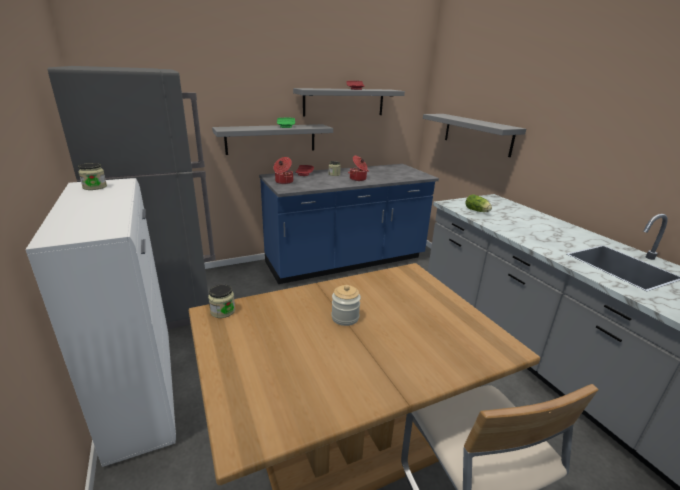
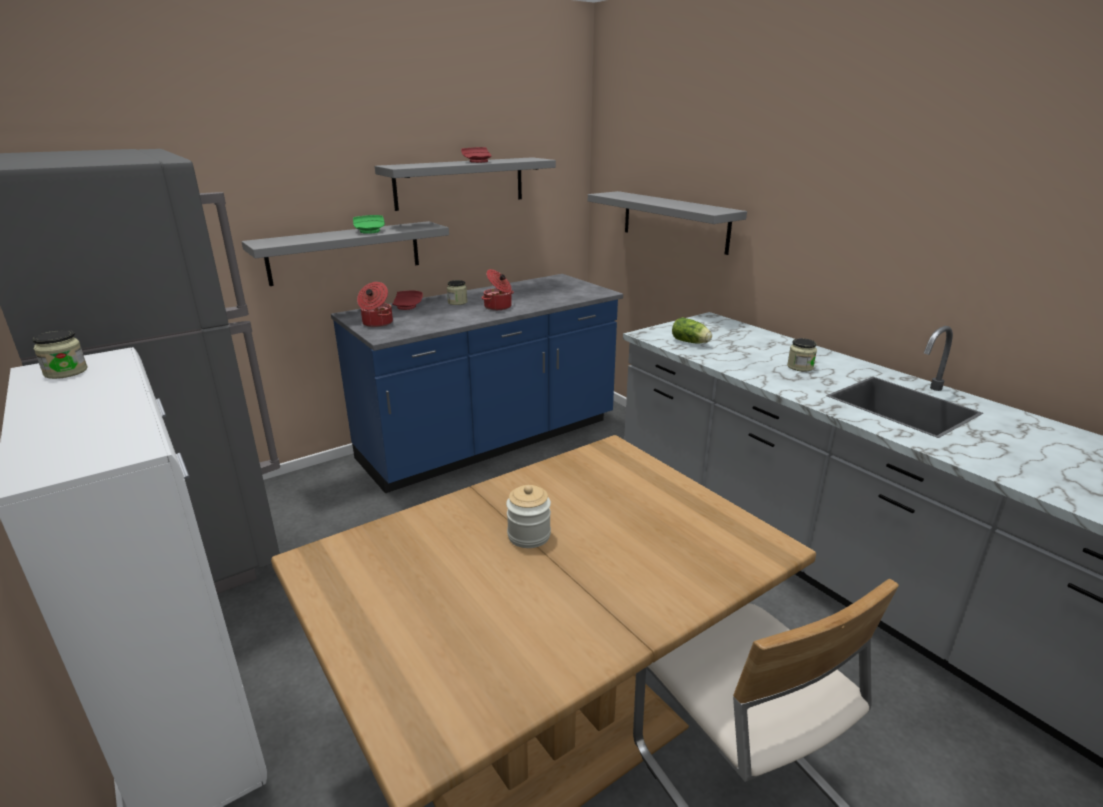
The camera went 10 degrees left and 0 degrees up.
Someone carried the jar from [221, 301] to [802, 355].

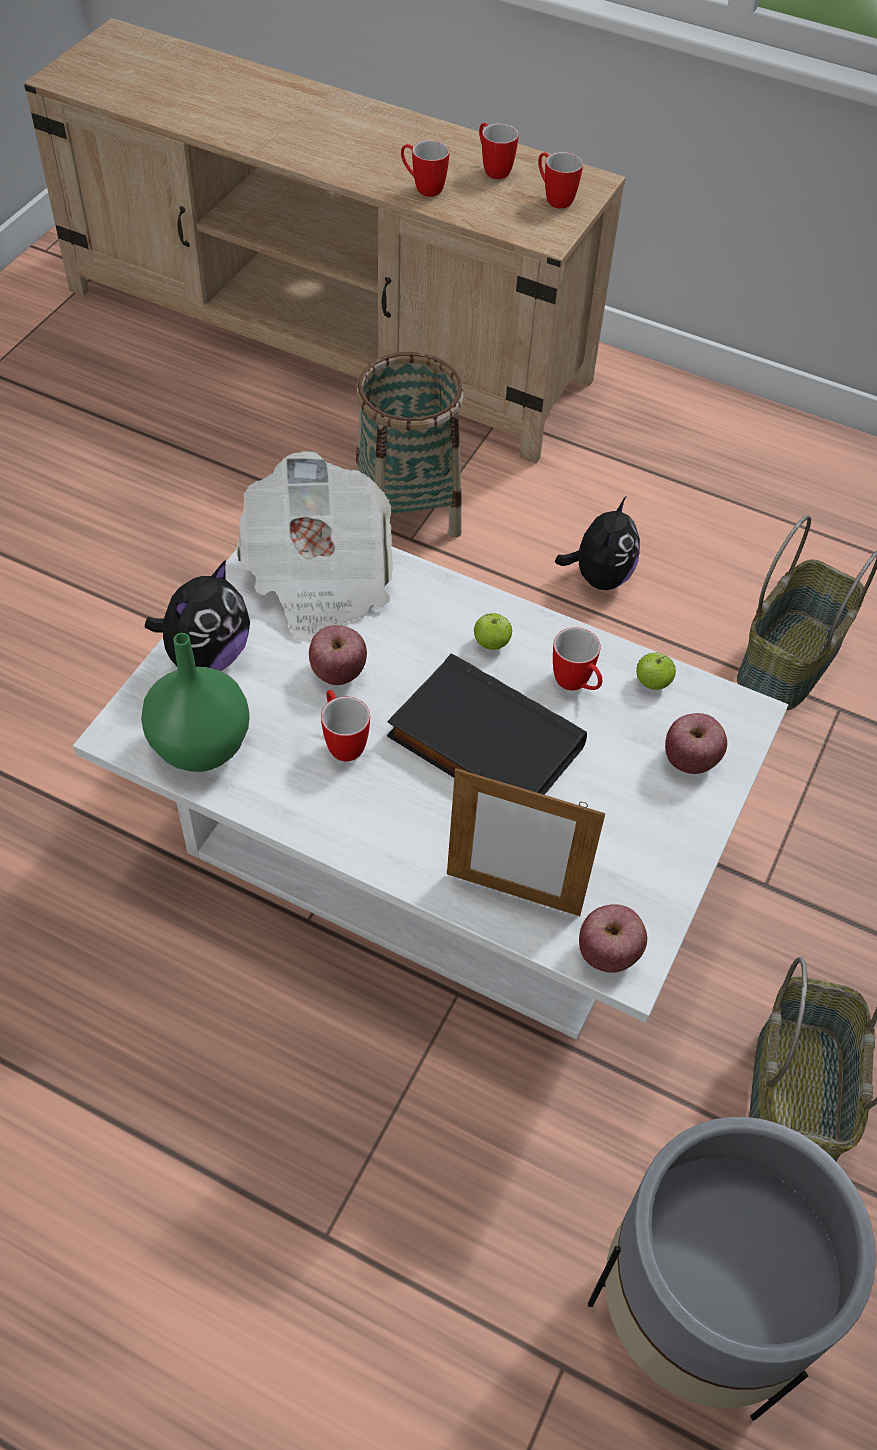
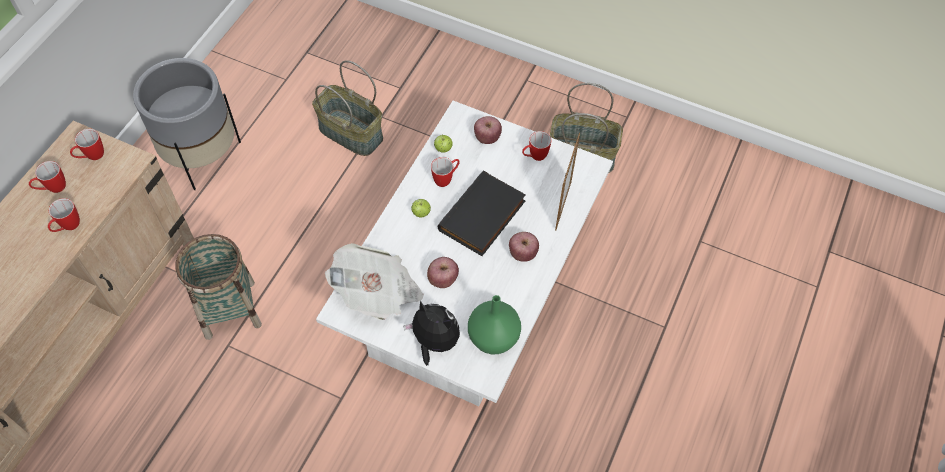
The camera went 90 degrees left and 5 degrees up.
Someone carried the tea_mug from [345, 725] to [537, 146].
Someone took away the plush_toy at [597, 543].
Someone carried the whole_apple from [613, 938] to [524, 247].
Someone carried the greyish_flower_pot from [732, 1269] to [187, 124].

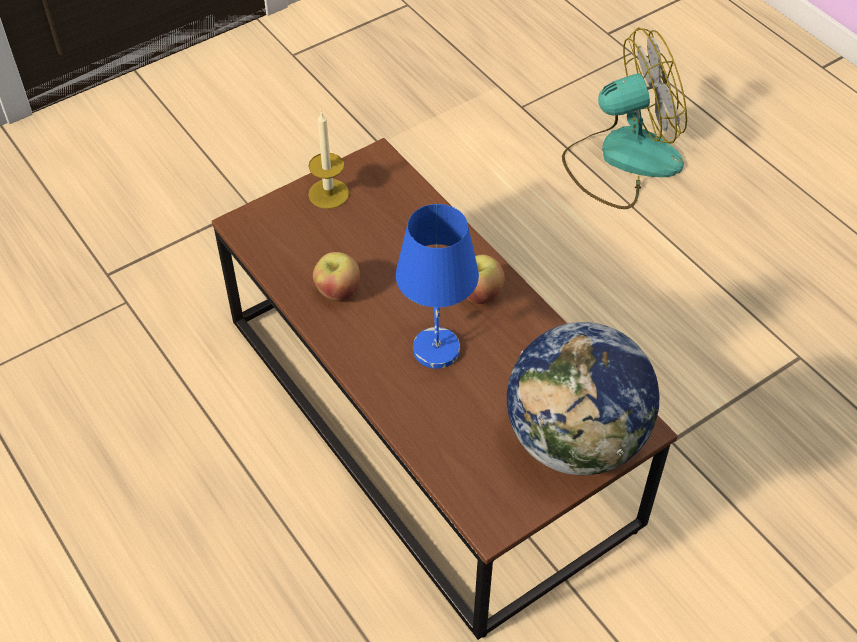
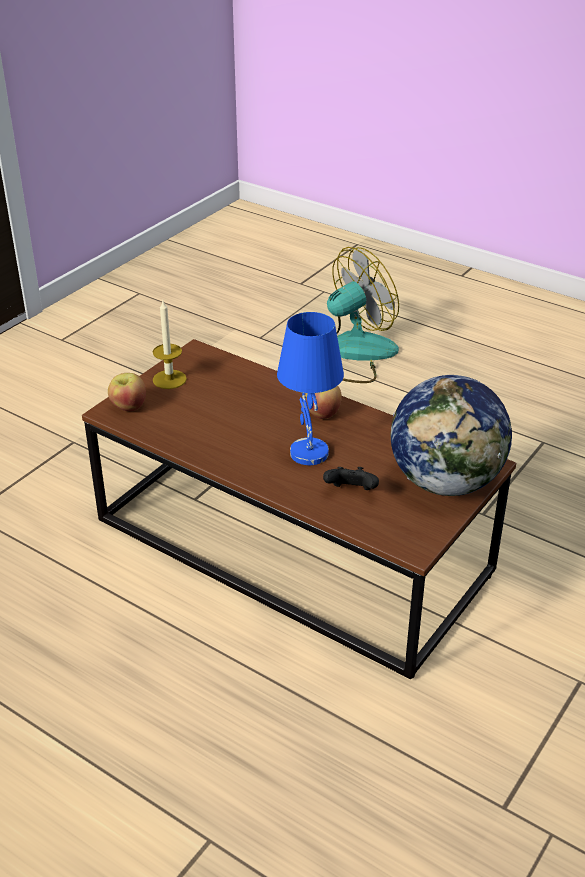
The camera went 20 degrees left and 15 degrees down.
Someone carried the whole_apple from [336, 276] to [127, 392].
Someone put down the black-coloured_gamepad at [351, 478].

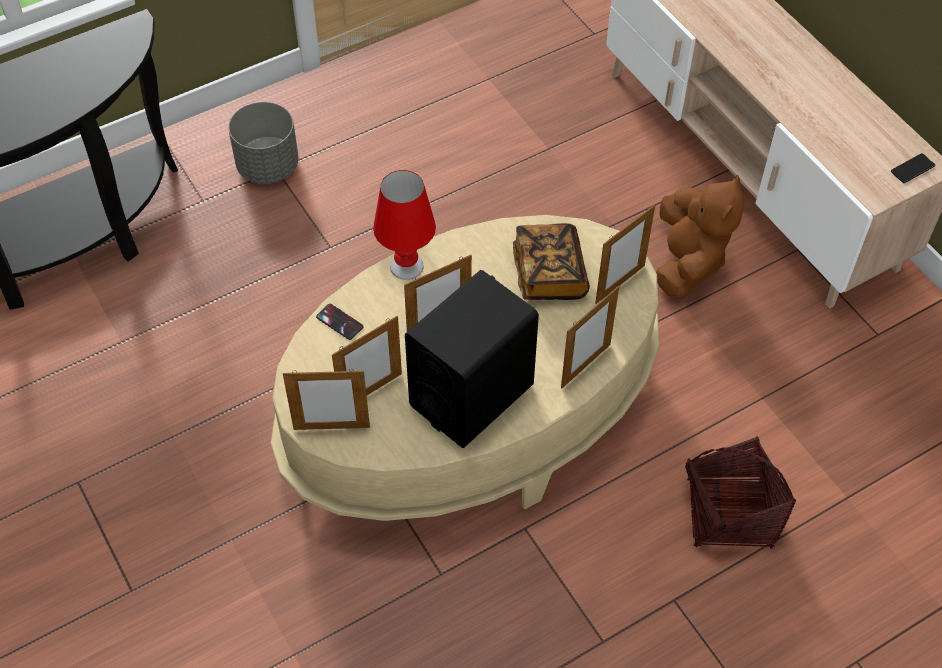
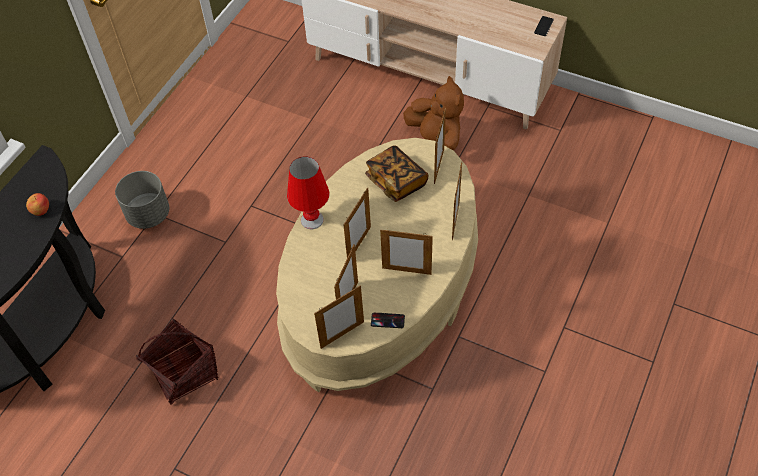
The camera went 30 degrees left and 0 degrees up.
Someone carried the handset from [340, 322] to [388, 320].
Someone swapped the black-coloured_speaker at [472, 359] for the picture_frame at [406, 252].
Someone carried the household_basket from [740, 492] to [177, 362].
Someone put down the whole_apple at [37, 204].

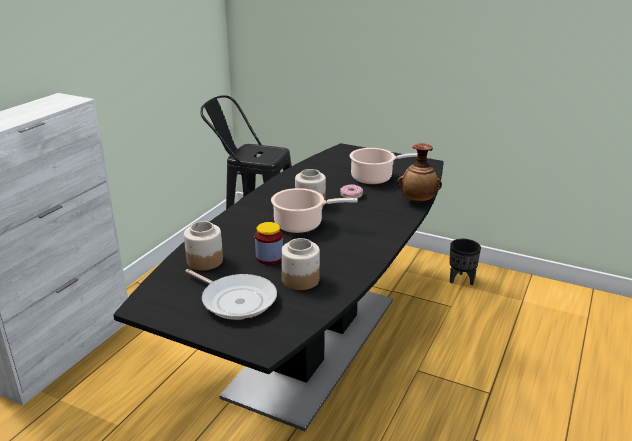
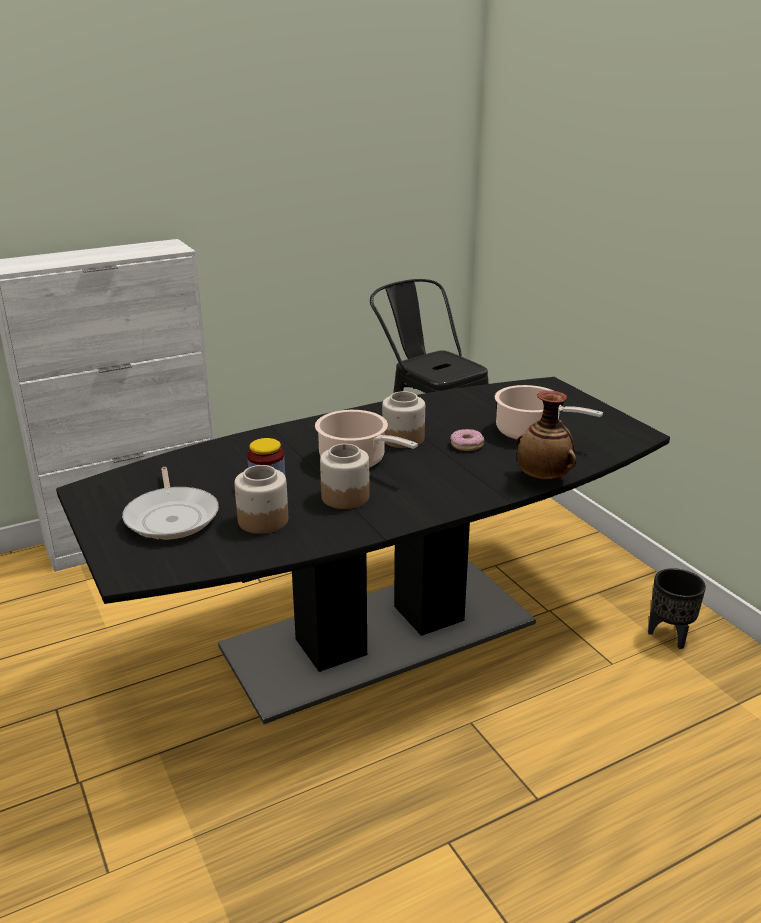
The camera went 35 degrees right and 0 degrees up.
Someone carried the jar from [203, 245] to [345, 476].

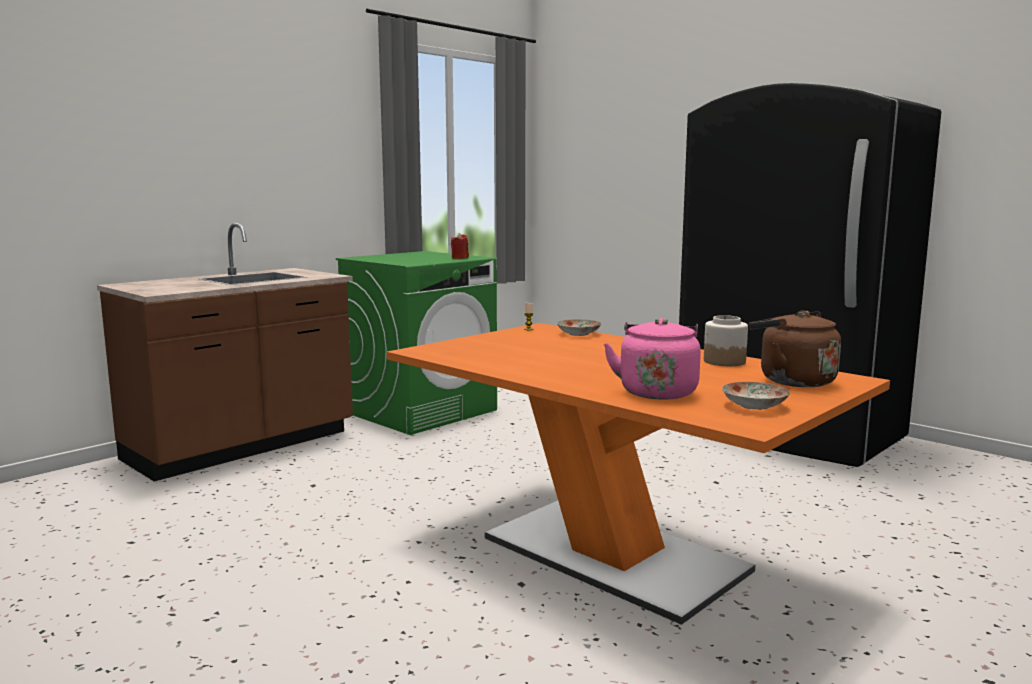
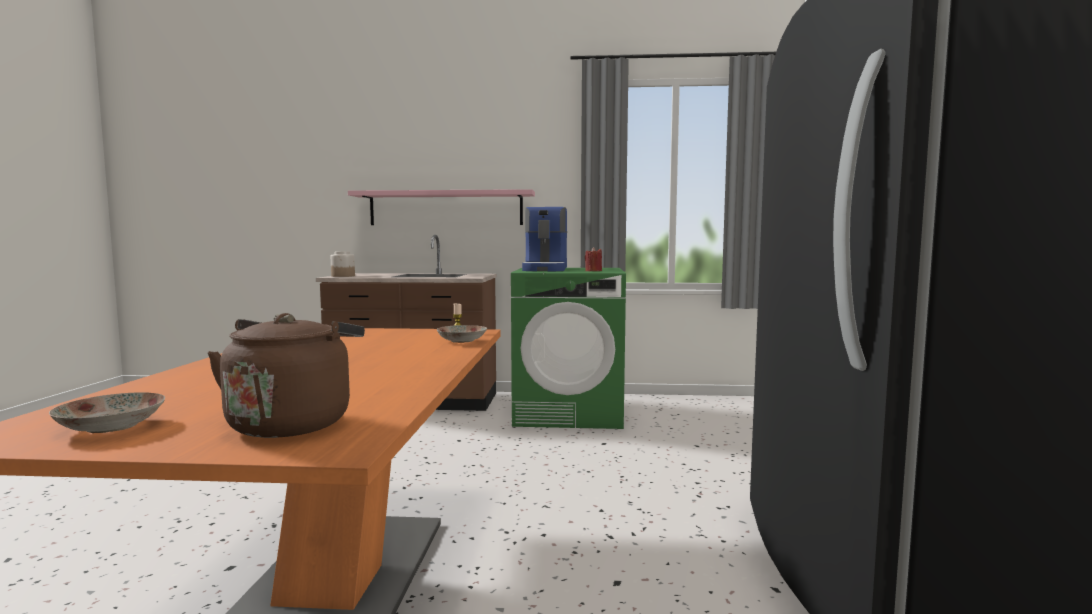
The camera went 50 degrees right and 5 degrees down.
Someone took away the pinkish_water_kettle at [652, 359].
Someone carried the jar from [726, 340] to [343, 264].
Someone put up the pinkish_wall_shelf at [441, 207].
Someone put down the coffee_machine at [544, 239].

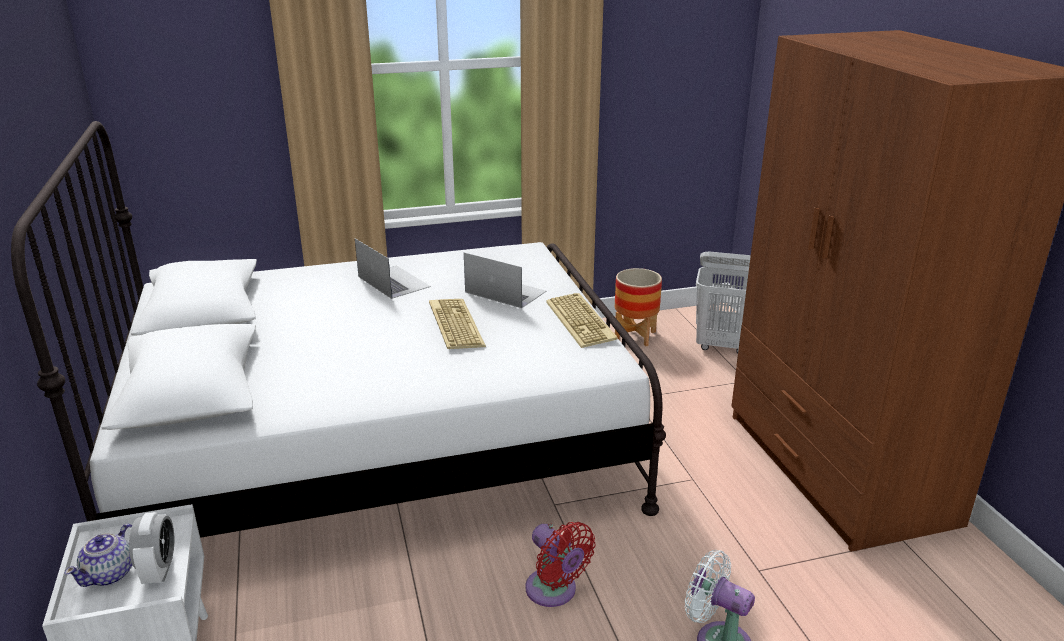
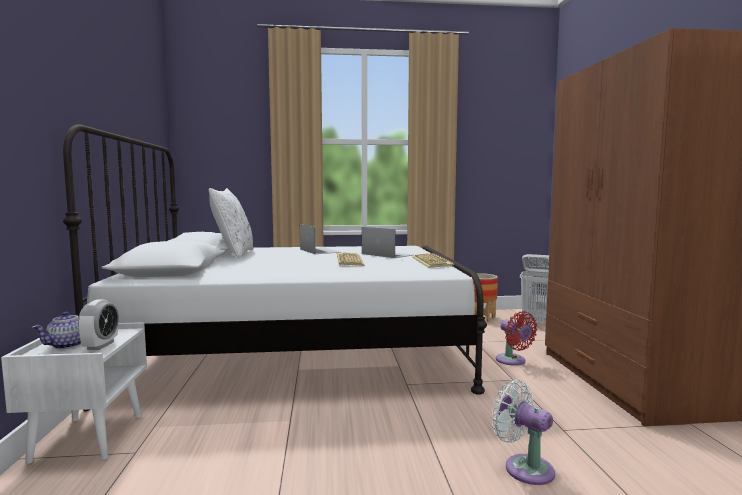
The camera went 10 degrees right and 20 degrees down.
Someone carried the reddish_electric_fan from [560, 564] to [517, 338].
Someone put down the white_pillow at [231, 223].

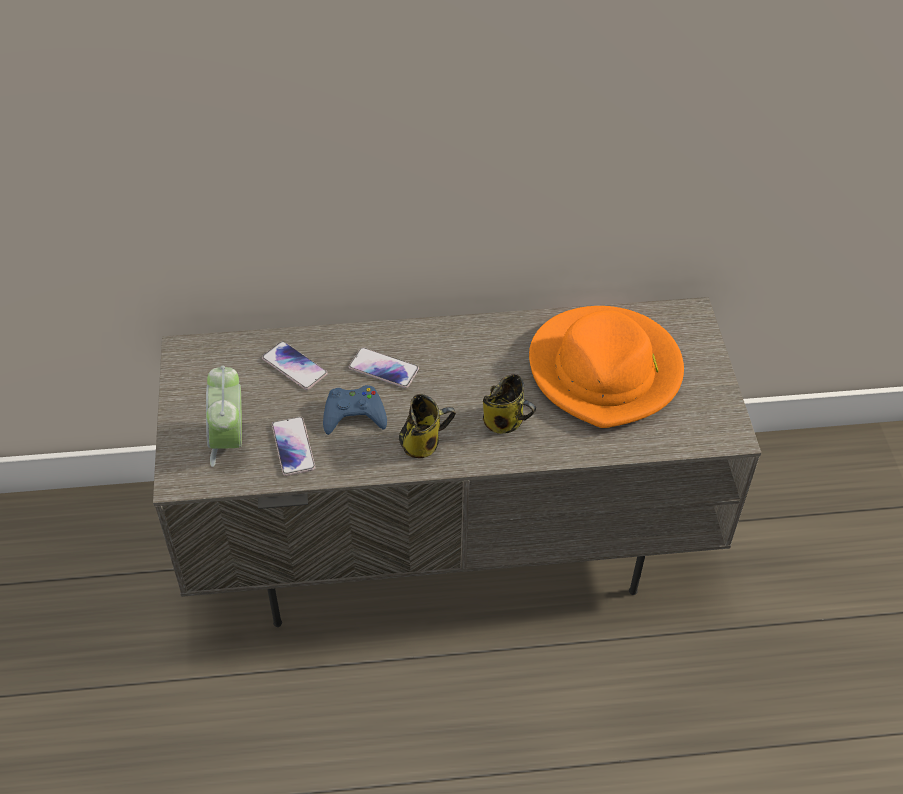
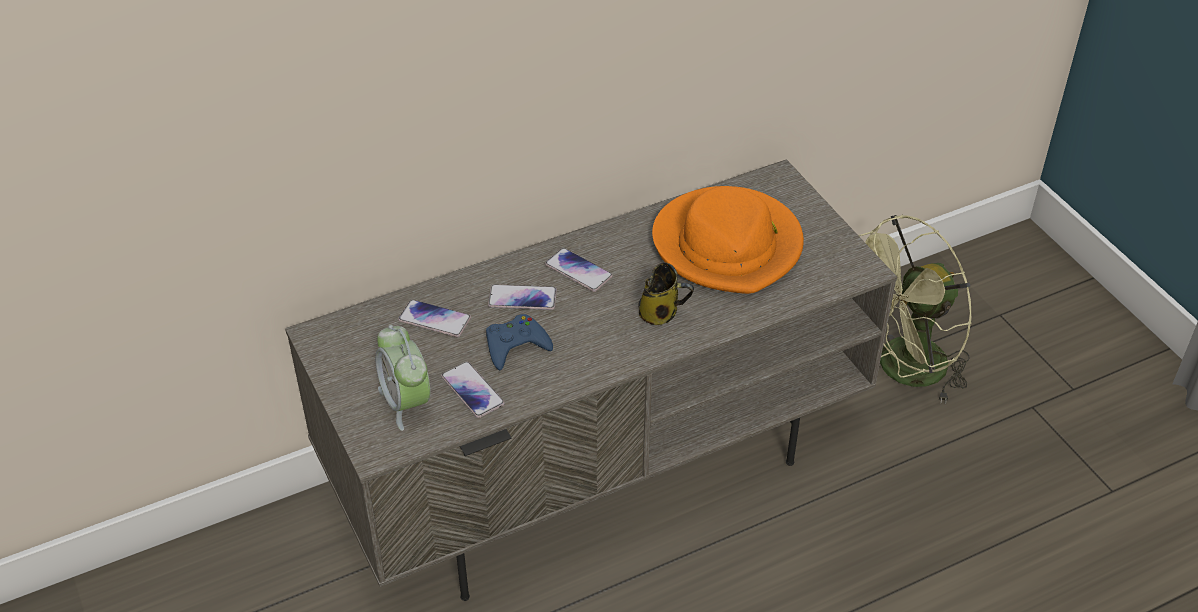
The camera went 20 degrees left and 5 degrees down.
Someone took away the tea_mug at [427, 426].
Someone put down the handset at [579, 270].
Someone put down the green_electric_fan at [915, 309].

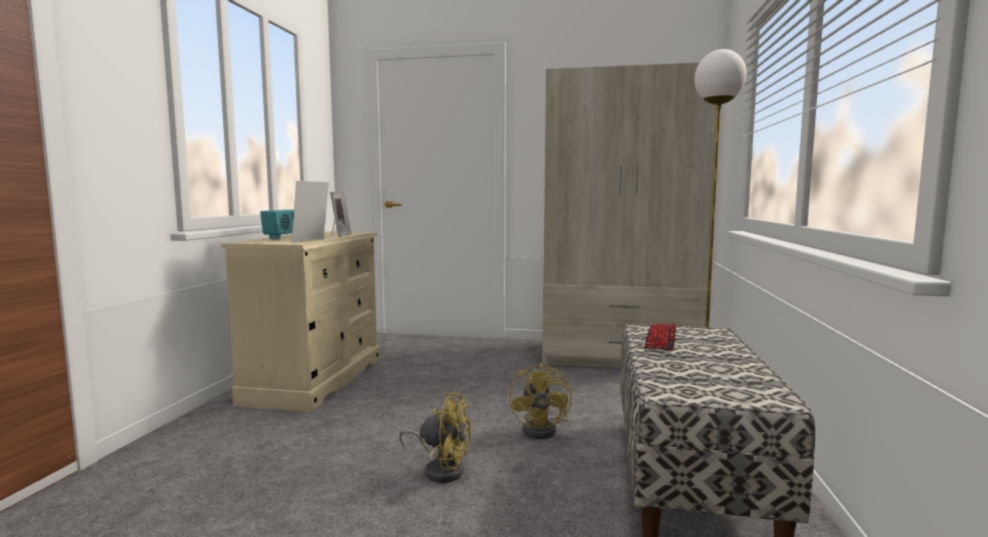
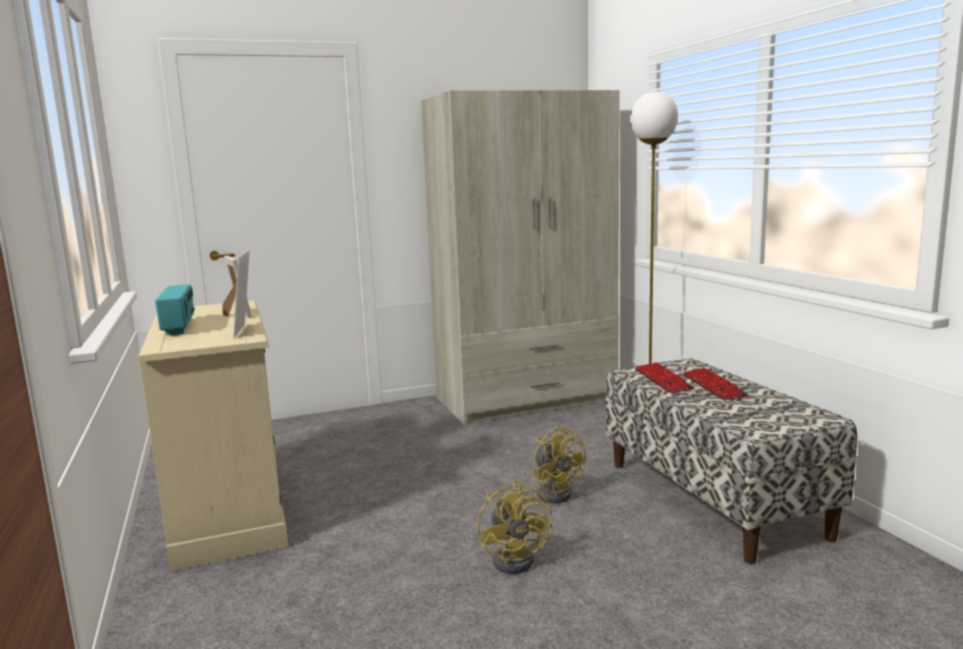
The camera went 30 degrees left and 5 degrees up.
Someone rotated the yellow_electric_fan at [435, 437] by 90 degrees clockwise.
Someone put down the PC_keyboard at [716, 383].

